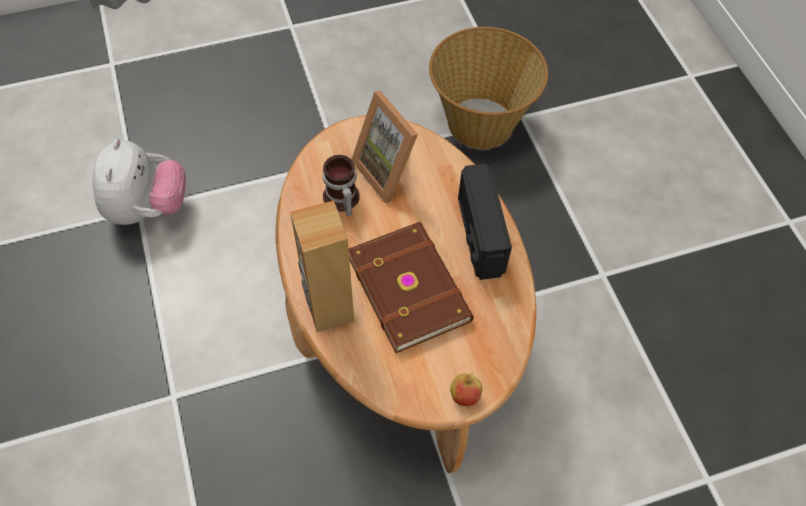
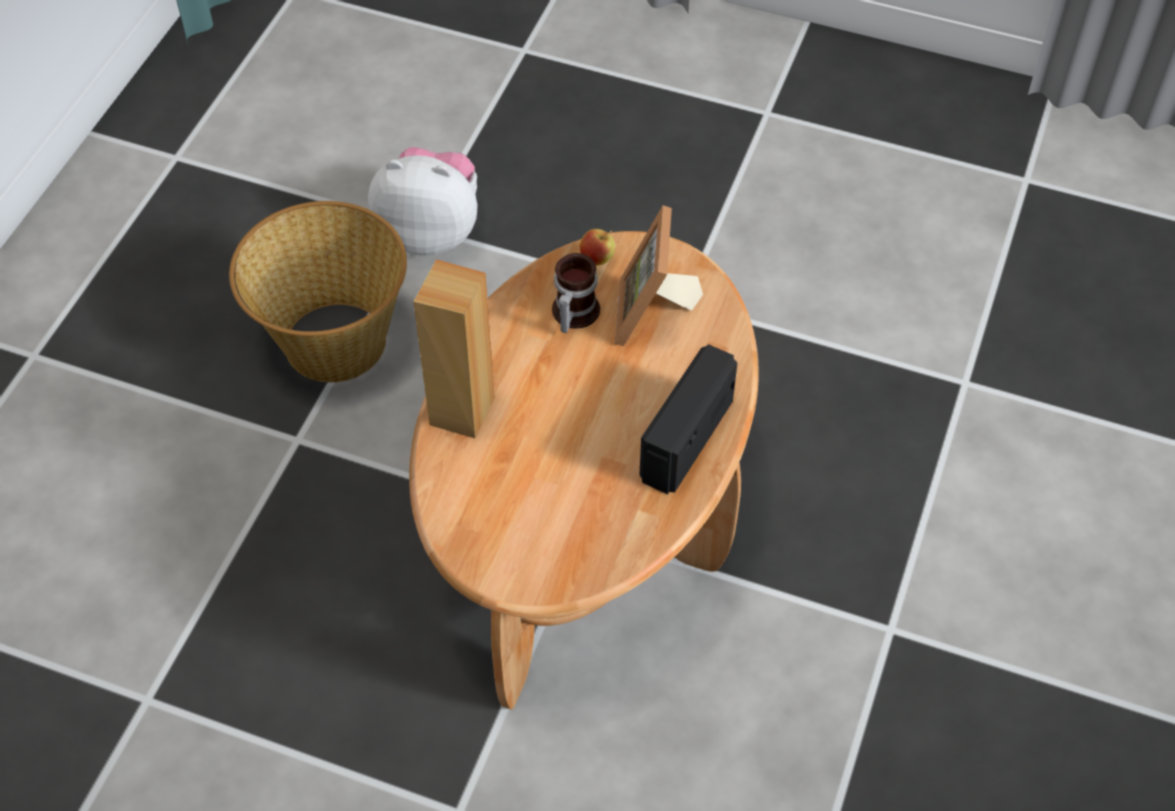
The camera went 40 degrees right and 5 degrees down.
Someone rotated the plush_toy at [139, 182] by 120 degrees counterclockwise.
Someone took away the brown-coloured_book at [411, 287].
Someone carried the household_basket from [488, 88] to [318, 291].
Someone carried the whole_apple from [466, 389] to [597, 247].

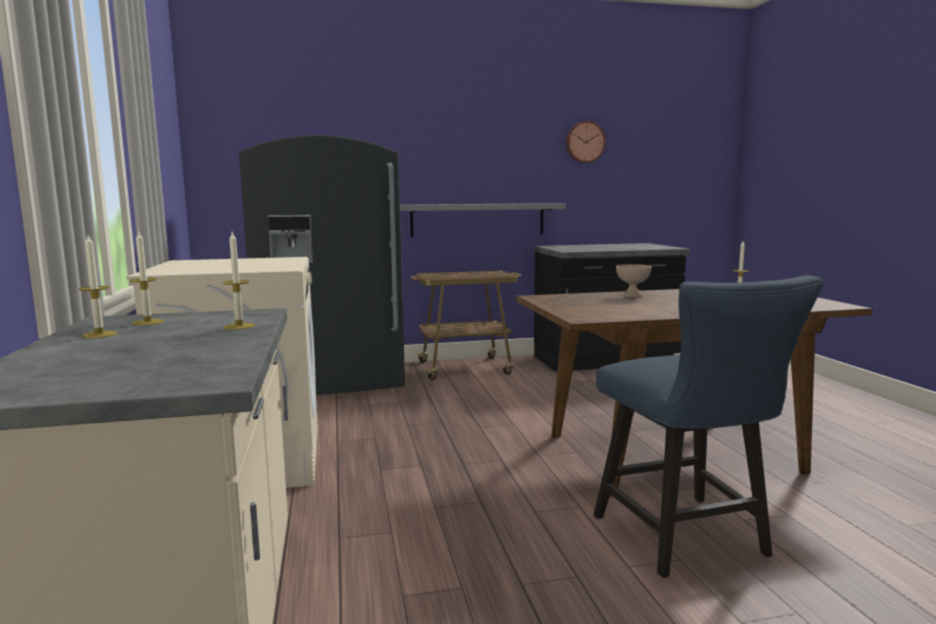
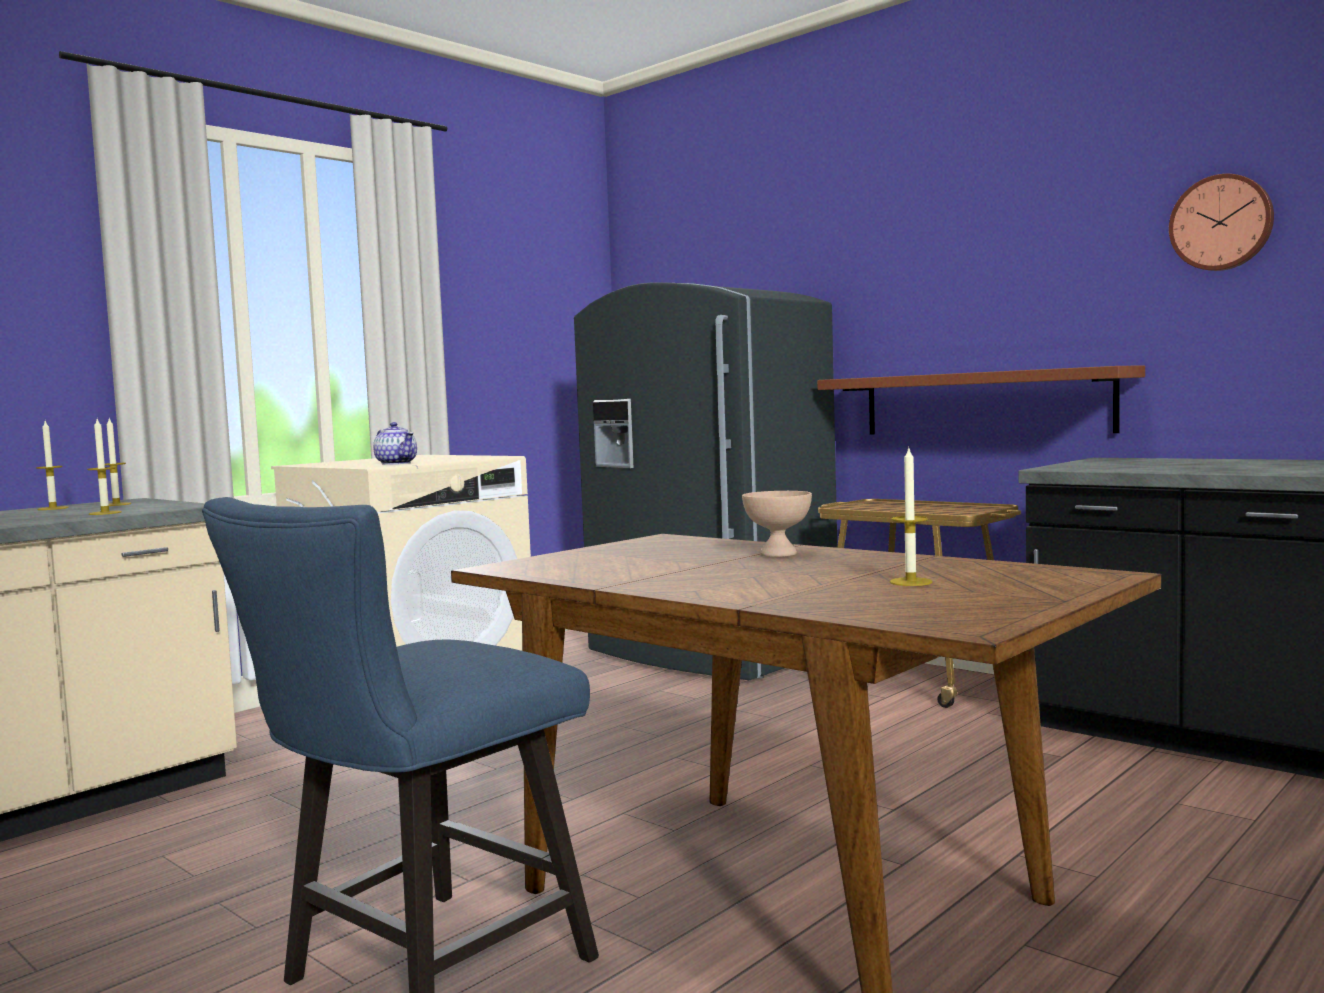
The camera went 55 degrees right and 5 degrees down.
Someone repainted the greyish_wall_shelf at [483, 220], which became the brown-coloured_wall_shelf at [981, 400].
Someone put down the teapot at [395, 443].

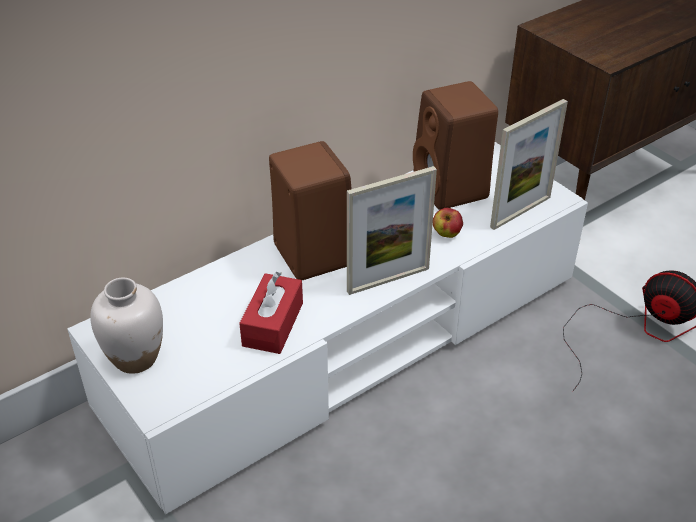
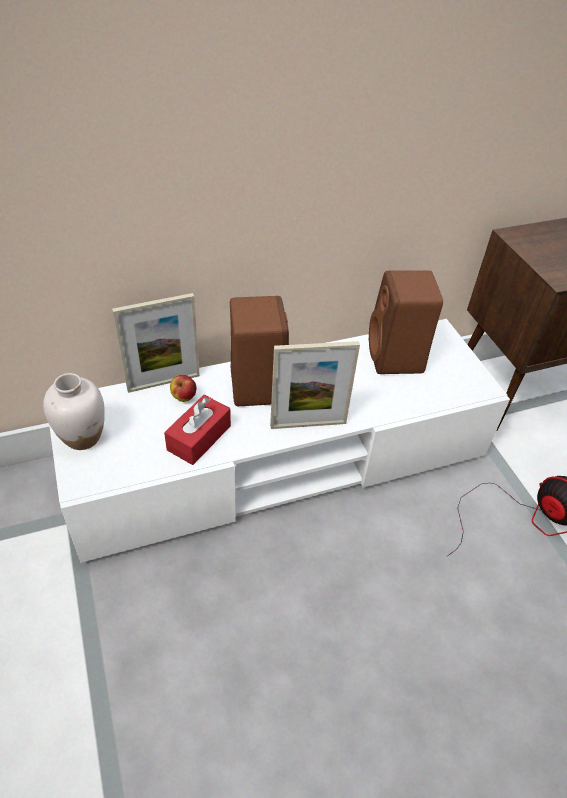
The camera went 15 degrees right and 5 degrees up.
Someone carried the whole_apple from [448, 223] to [183, 388].
Someone carried the picture_frame from [529, 164] to [156, 343].

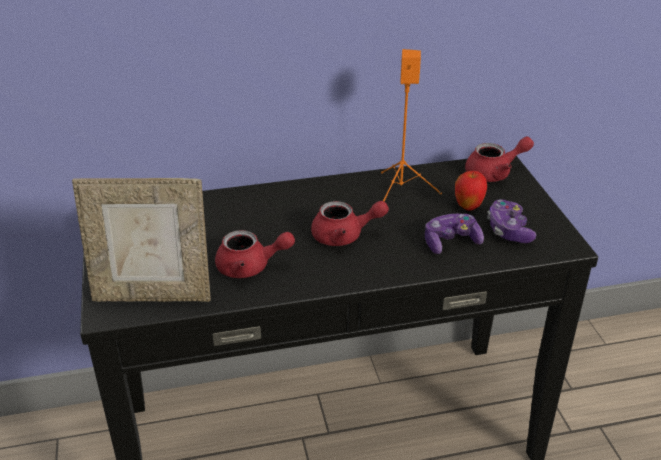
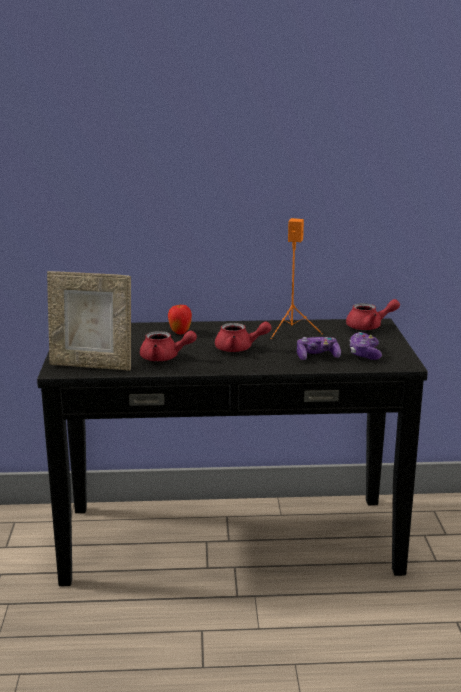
The camera went 10 degrees right and 15 degrees down.
Someone carried the whole_apple from [471, 190] to [180, 319].

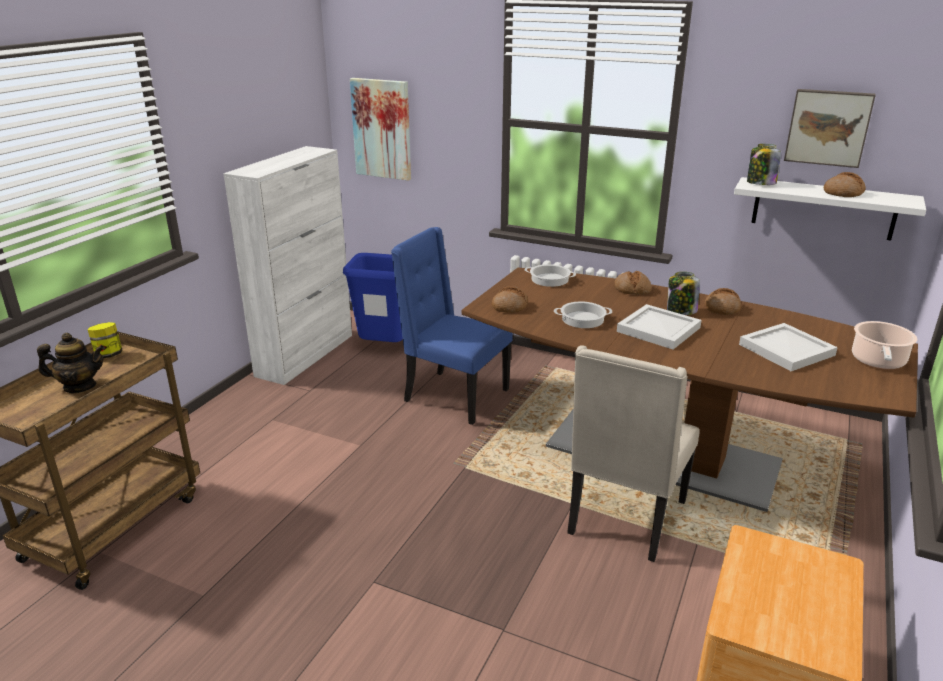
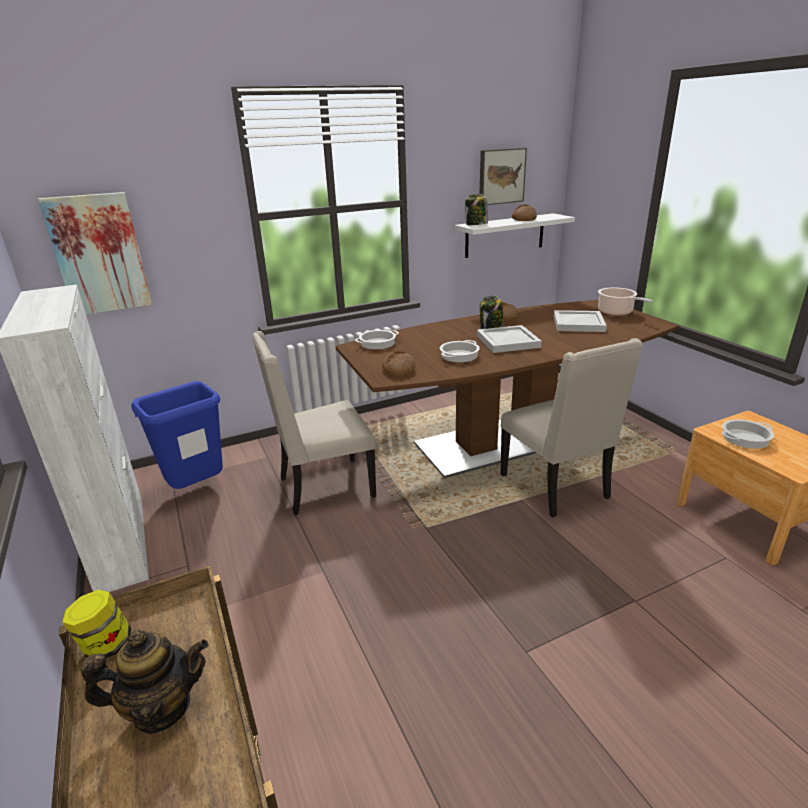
The camera went 50 degrees left and 0 degrees up.
Someone rotated the teapot at [71, 363] by 45 degrees clockwise.
Someone repainted the bluish_upright_chair at [452, 326], which became the beige-coloured_upright_chair at [314, 423].
Someone took away the bakery_bread at [633, 283].
Someone put down the stockpot at [748, 434].

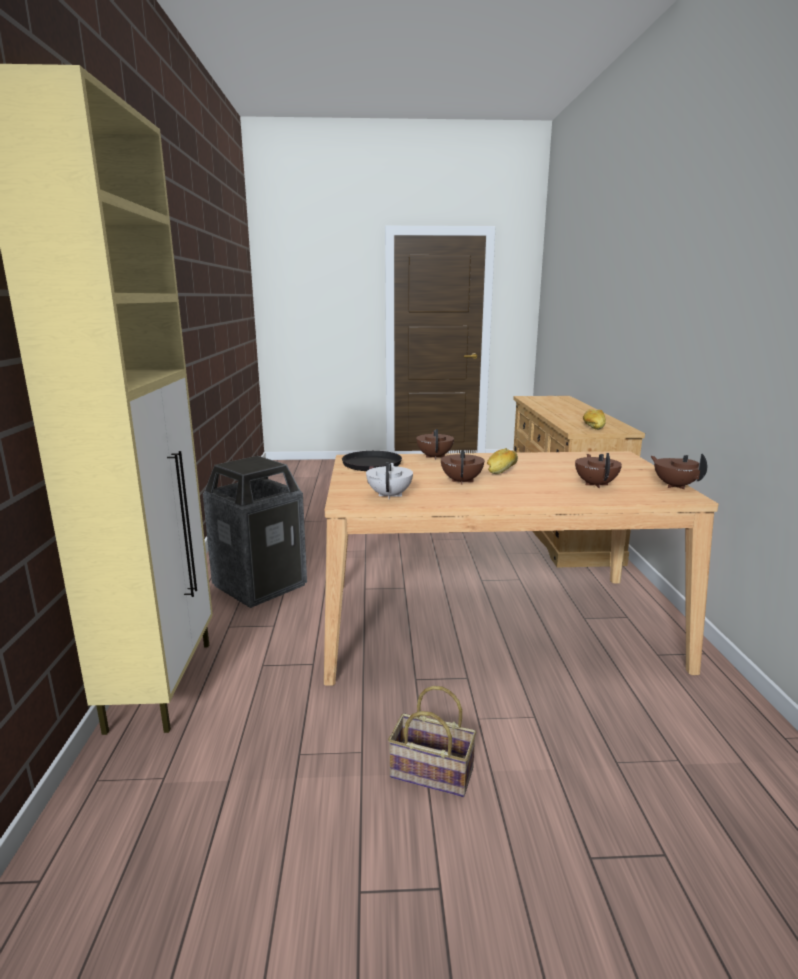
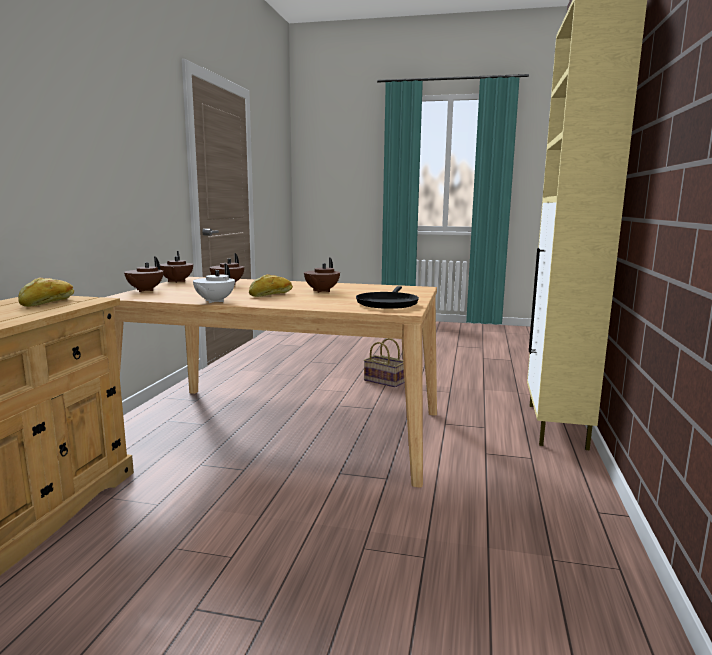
The camera went 165 degrees left and 5 degrees down.
Someone took away the rubbish_bin at [255, 532].
Someone carried the white_teapot from [389, 481] to [214, 283].
Someone carried the brown-coloured_teapot from [435, 444] to [143, 274].

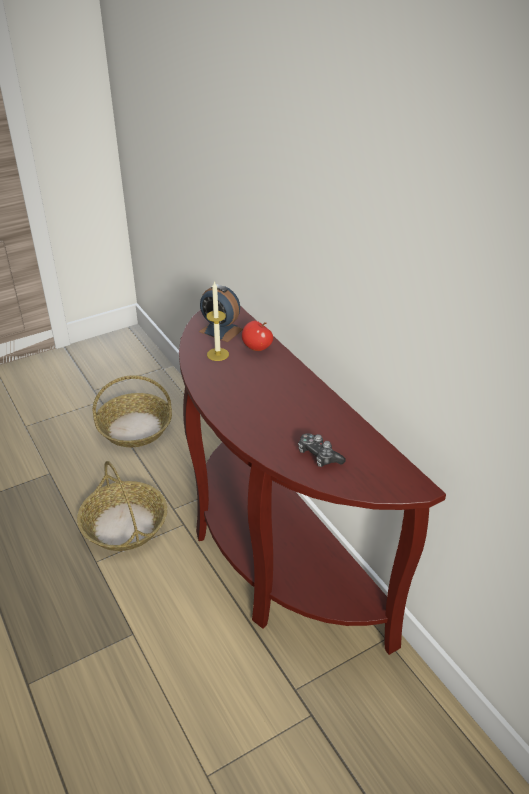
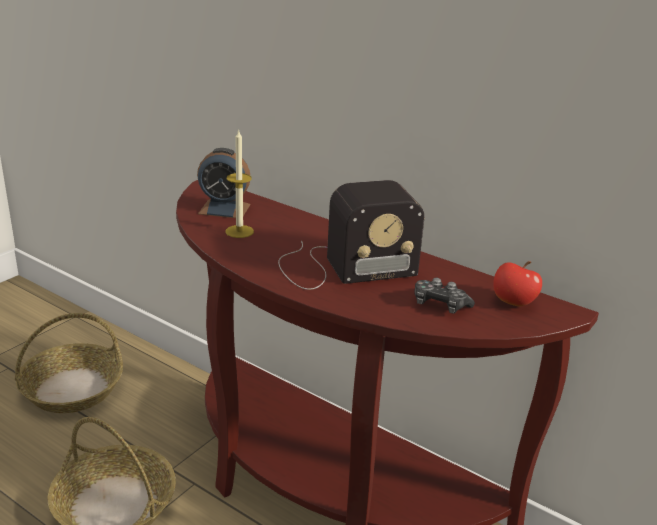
The camera went 25 degrees left and 10 degrees down.
Someone carried the whole_apple from [257, 336] to [517, 283].
Someone put down the radio_receiver at [351, 235].

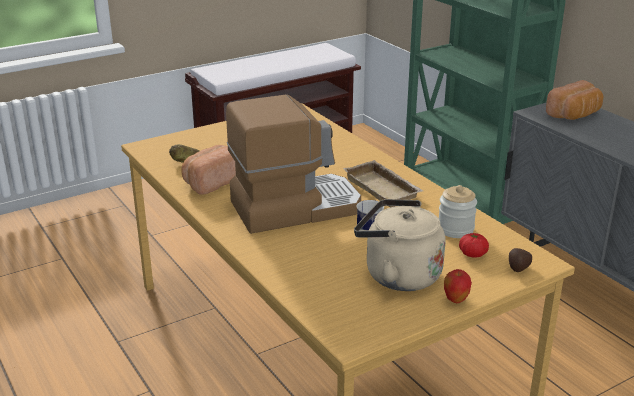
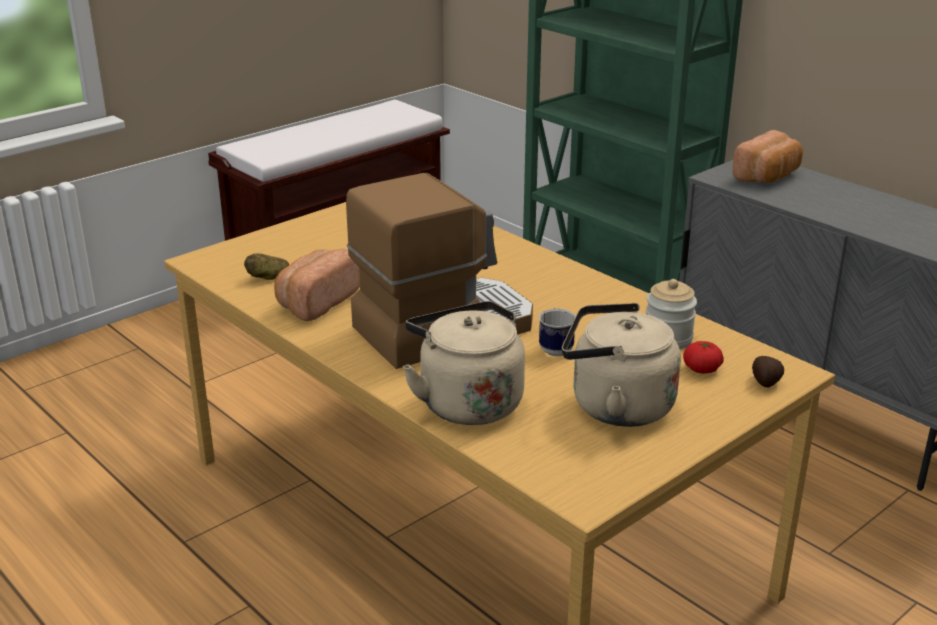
The camera went 10 degrees left and 0 degrees up.
Someone took away the beige-coloured_tray at [383, 183].
Someone took away the whole_apple at [458, 286].
Someone put down the beige-coloured_water_kettle at [463, 363].

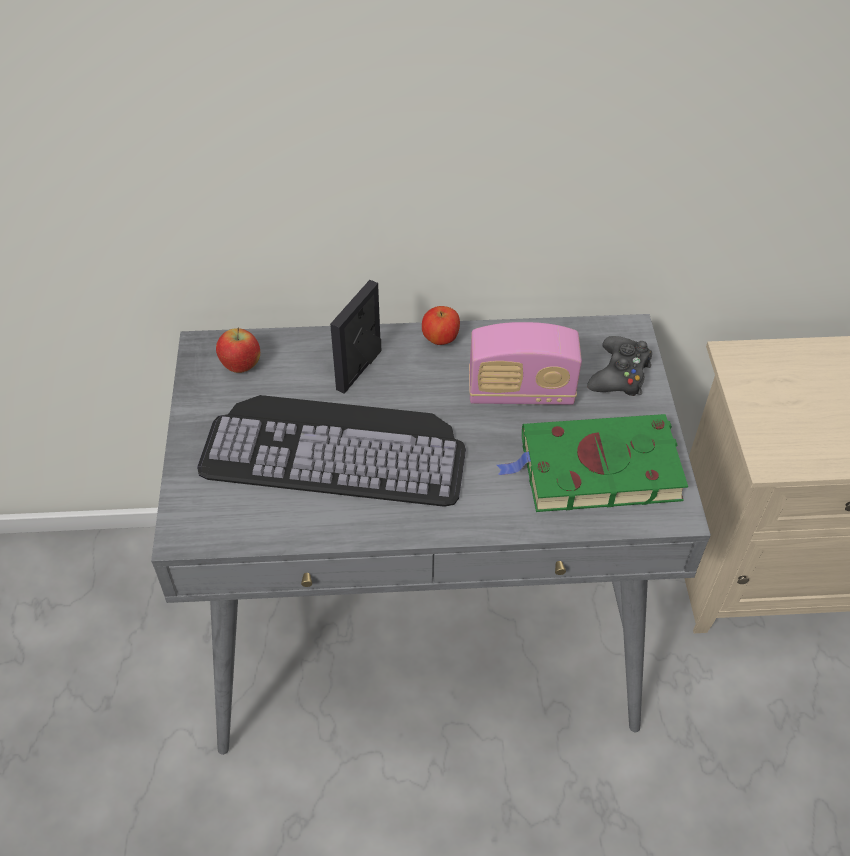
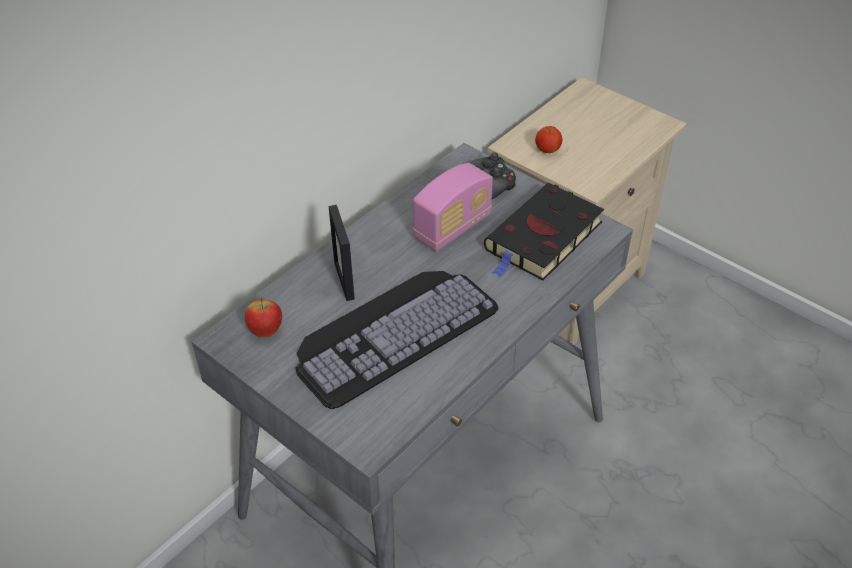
The camera went 45 degrees left and 5 degrees down.
Someone carried the whole_apple from [441, 325] to [548, 139].
Someone repainted the green_book at [592, 463], which became the black-coloured_book at [544, 231].

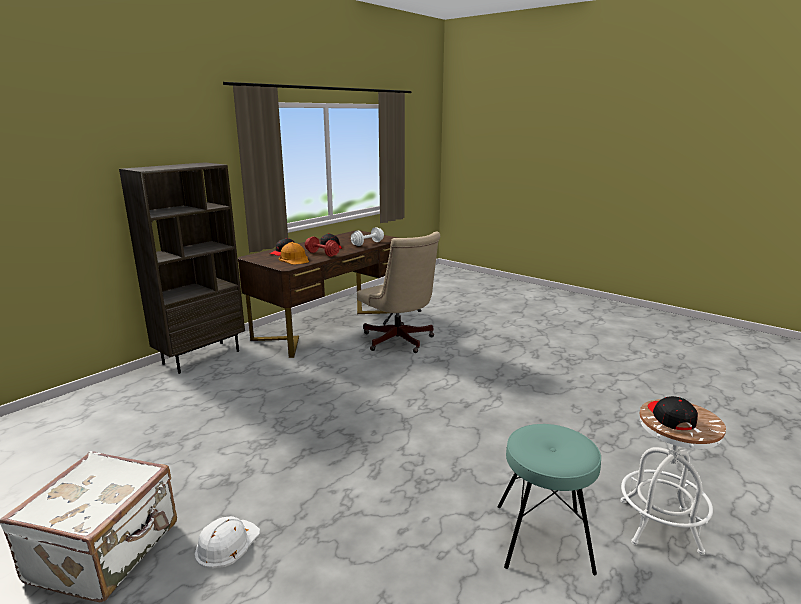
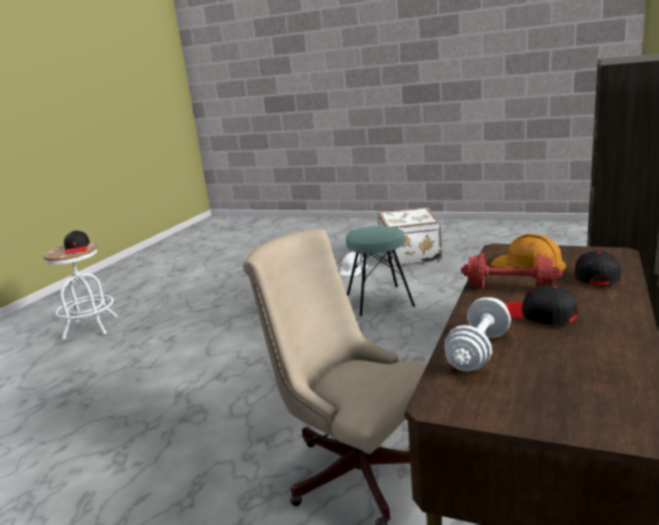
The camera went 165 degrees right and 0 degrees up.
Someone carried the turquoise_stool from [549, 499] to [380, 271].

